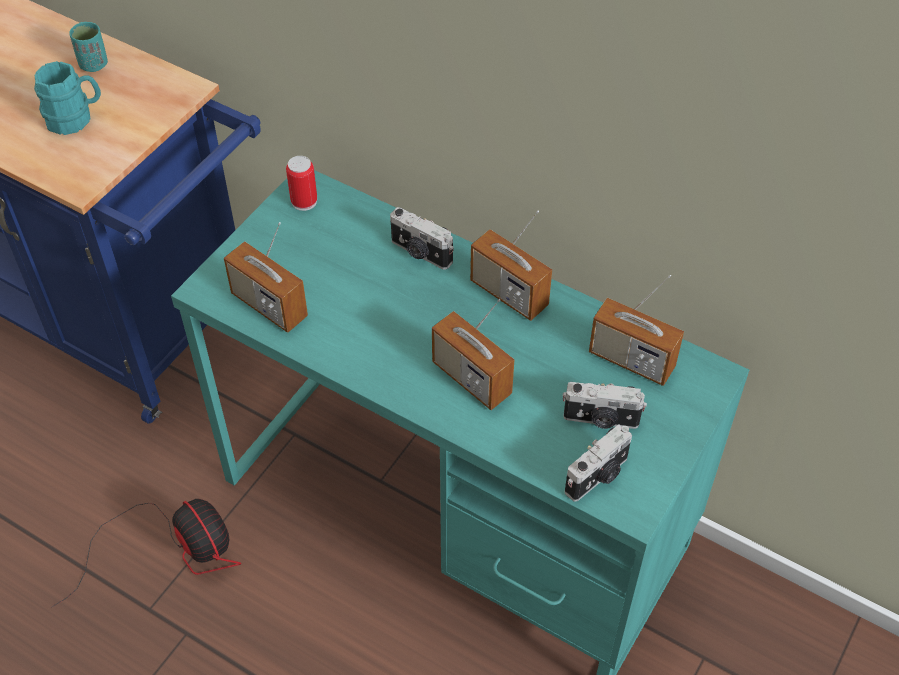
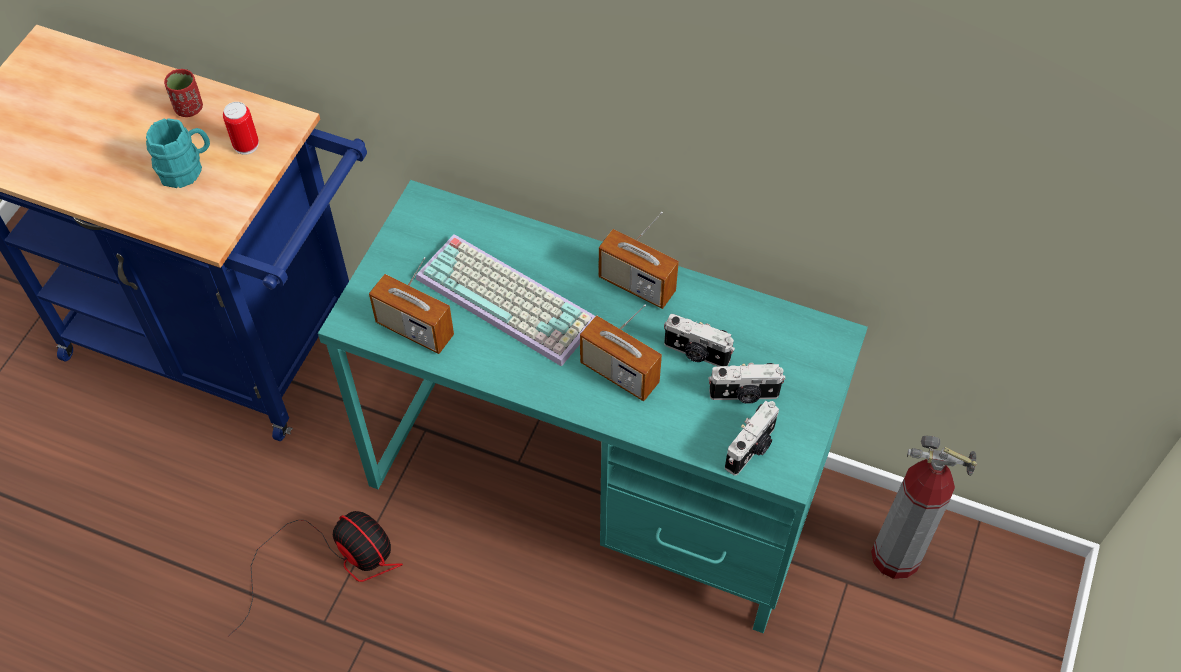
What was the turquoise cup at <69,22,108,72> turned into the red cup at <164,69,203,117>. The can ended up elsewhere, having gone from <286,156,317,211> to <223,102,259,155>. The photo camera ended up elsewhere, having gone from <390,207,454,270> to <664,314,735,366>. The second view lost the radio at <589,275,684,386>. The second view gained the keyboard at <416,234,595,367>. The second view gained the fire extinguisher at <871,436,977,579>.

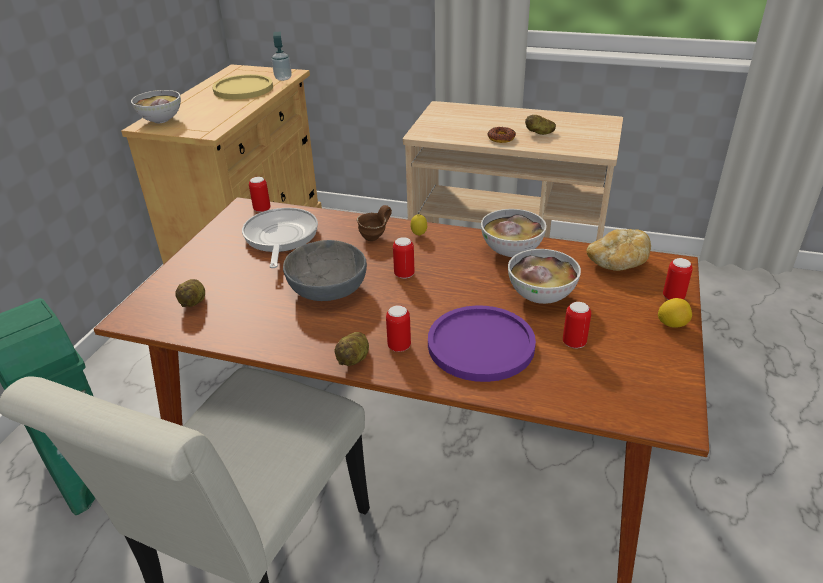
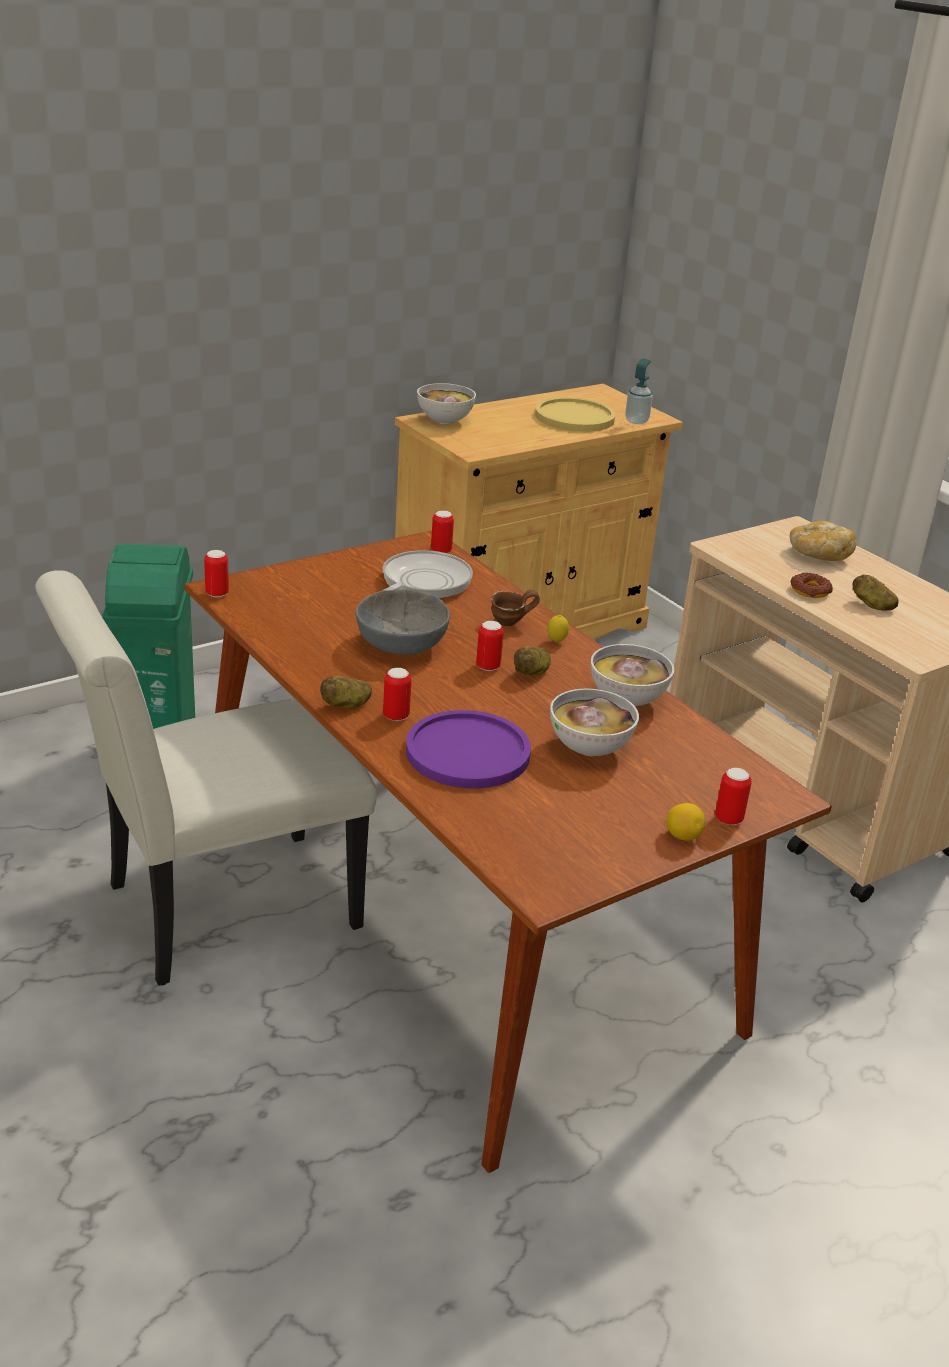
The bread ended up elsewhere, having gone from <587,229,651,271> to <790,521,857,561>. The potato ended up elsewhere, having gone from <175,279,205,307> to <514,646,551,675>. The can ended up elsewhere, having gone from <563,302,591,348> to <204,550,229,598>.

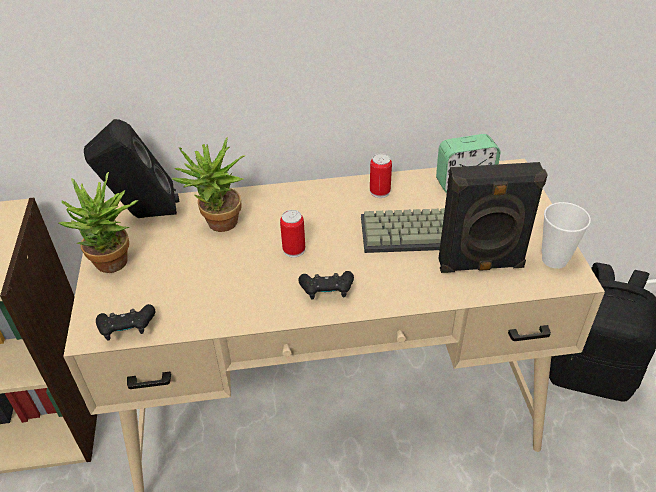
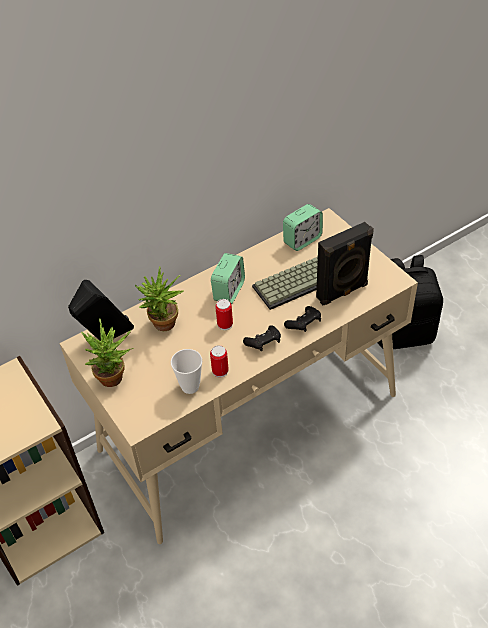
The can ended up elsewhere, having gone from <370,153,392,198> to <210,345,229,378>. The cup ended up elsewhere, having gone from <542,202,591,269> to <171,349,202,394>. The black game controller ended up elsewhere, having gone from <96,304,155,341> to <284,306,321,332>. The second view gained the alarm clock at <211,253,245,304>.

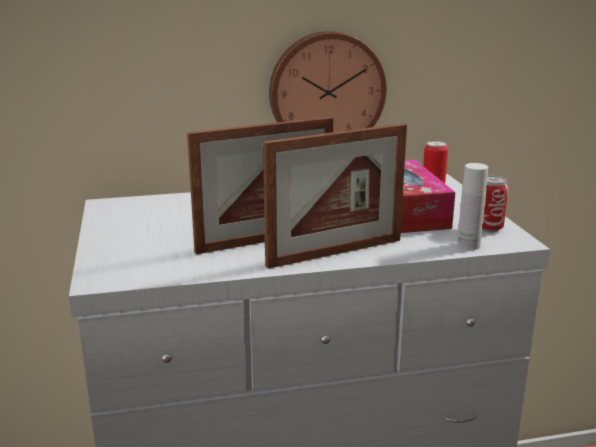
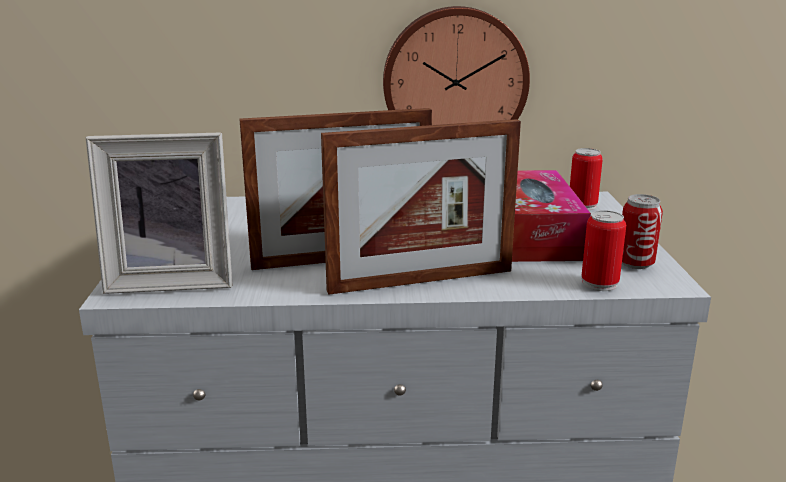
Where the white bottle stood at <457,163,488,250>, the can came to stand at <581,210,626,291>. The second view gained the picture frame at <86,132,232,294>.

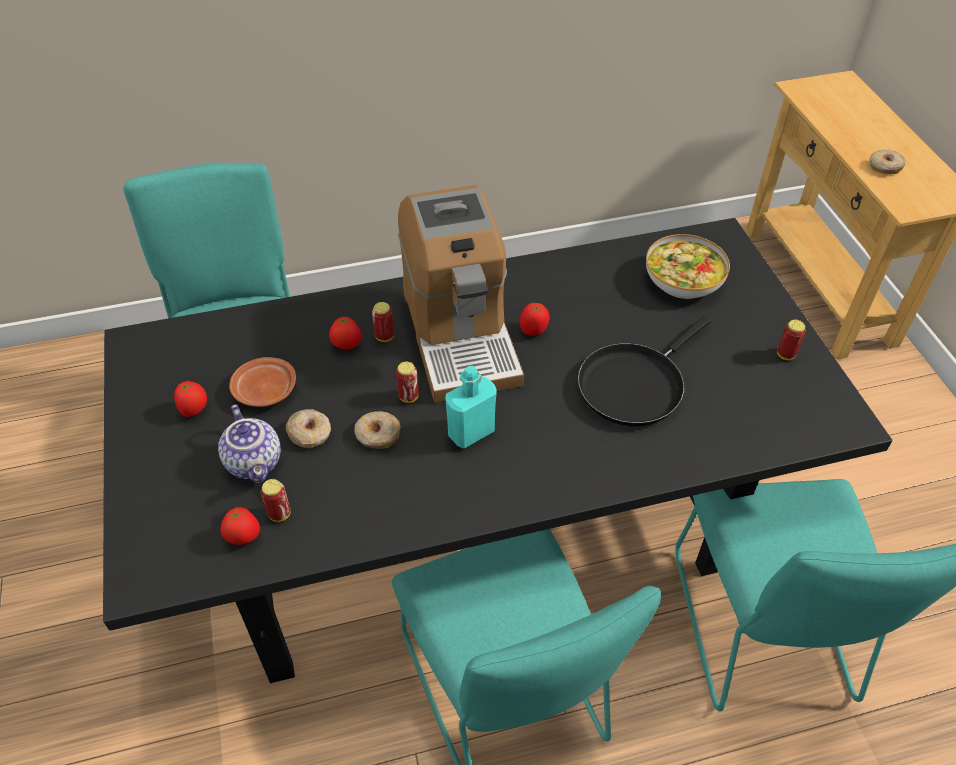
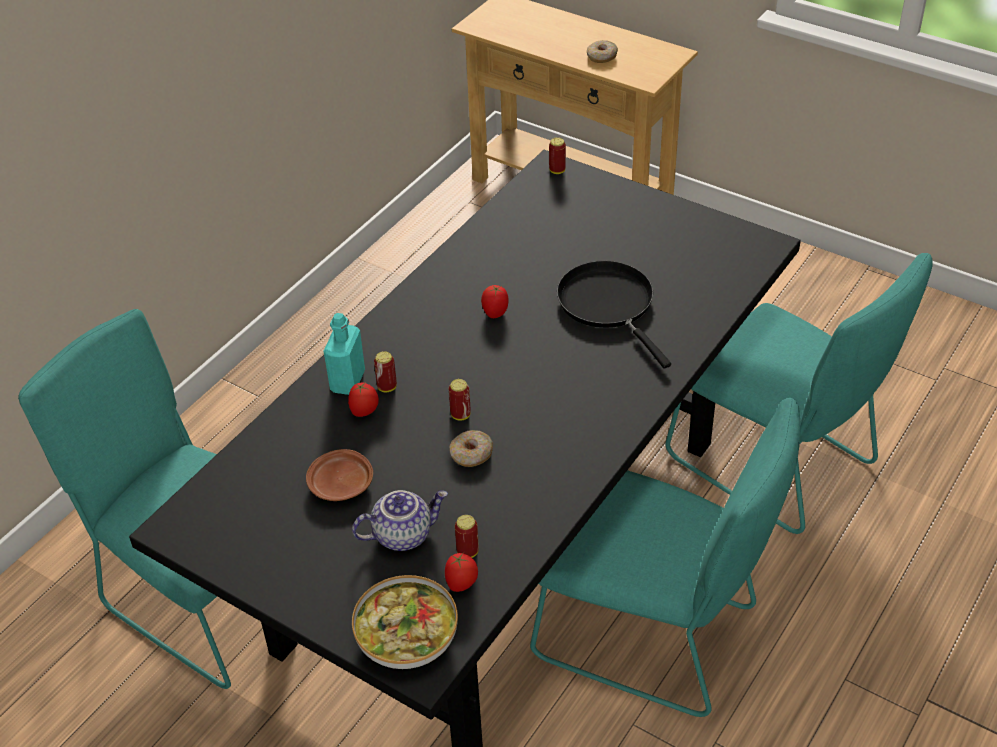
The second view lost the coffee machine at <398,185,524,403>. The bowl ended up elsewhere, having gone from <646,234,730,299> to <352,575,458,669>. The black frying pan at <578,316,711,426> ended up facing another way, 150 degrees clockwise from before. The can ended up elsewhere, having gone from <777,320,806,360> to <549,137,566,174>. The turquoise bottle ended up elsewhere, having gone from <445,366,497,449> to <324,313,365,395>. The second view lost the tomato at <174,381,207,417>. The teapot at <218,404,281,483> ended up facing another way, 45 degrees counterclockwise from before. The second view lost the donut at <286,409,331,448>.

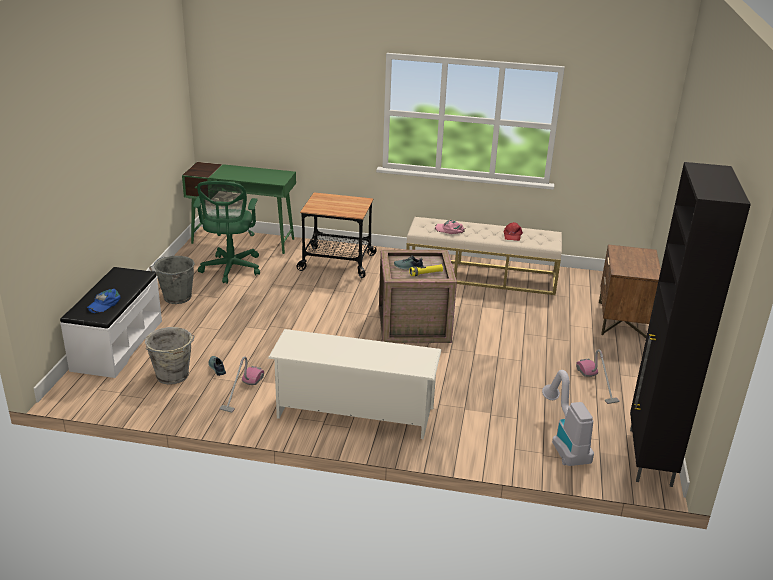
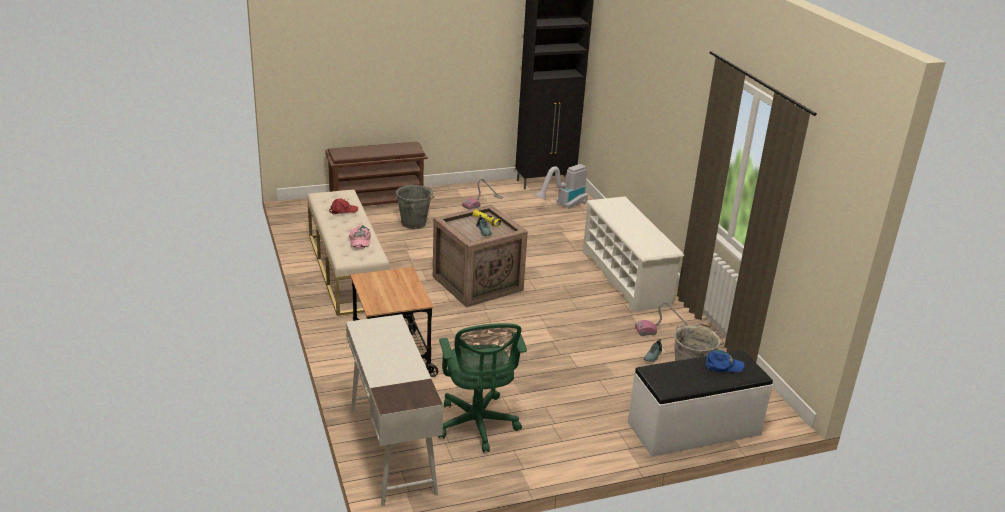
What was the green desk at <182,162,296,254> turned into the white desk at <346,314,443,506>. The green office chair at <193,181,260,284> ended up facing another way, 105 degrees clockwise from before. Where the brown nightstand stood at <599,244,661,338>, the brown shoe rack came to stand at <325,142,428,206>. The grey bucket ended up elsewhere, having gone from <149,256,195,304> to <396,185,434,229>.

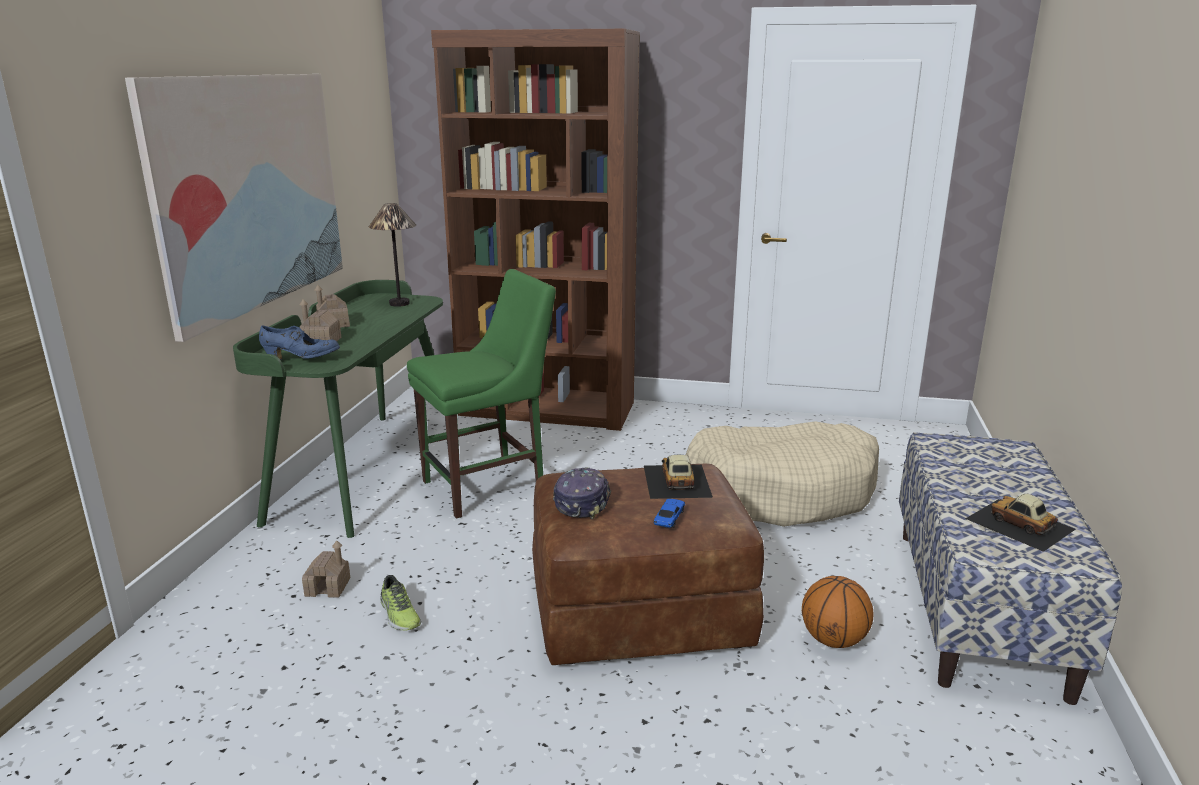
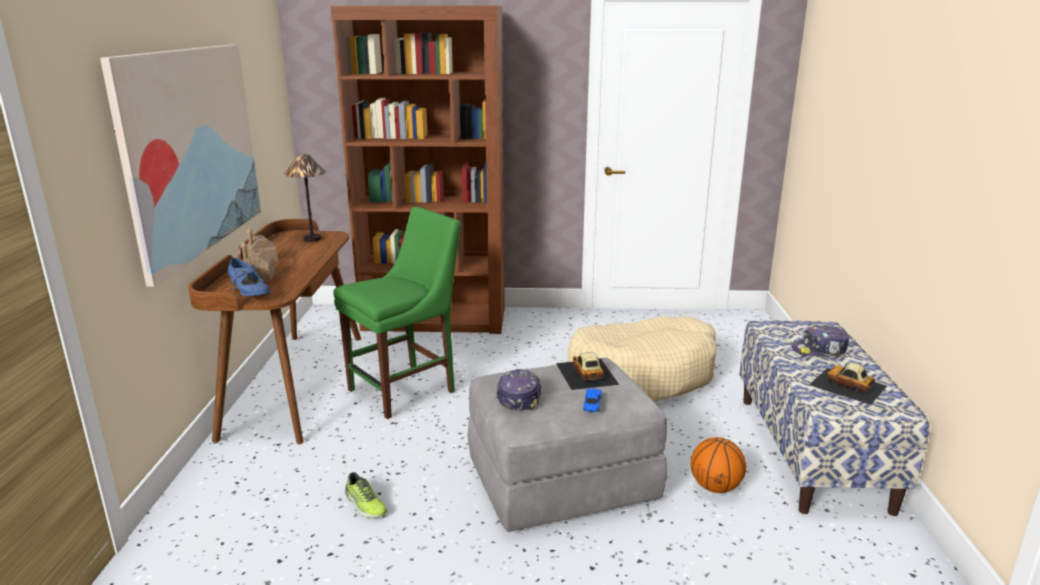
What was the green desk at <233,280,443,538> turned into the brown desk at <188,219,361,444>. The blue shoe at <259,325,340,360> ended up facing another way, 60 degrees clockwise from before. What was the brown ottoman at <532,464,764,665> turned into the grey ottoman at <467,358,667,532>. The second view lost the toy house at <302,540,350,598>. The second view gained the cap at <792,325,849,356>.

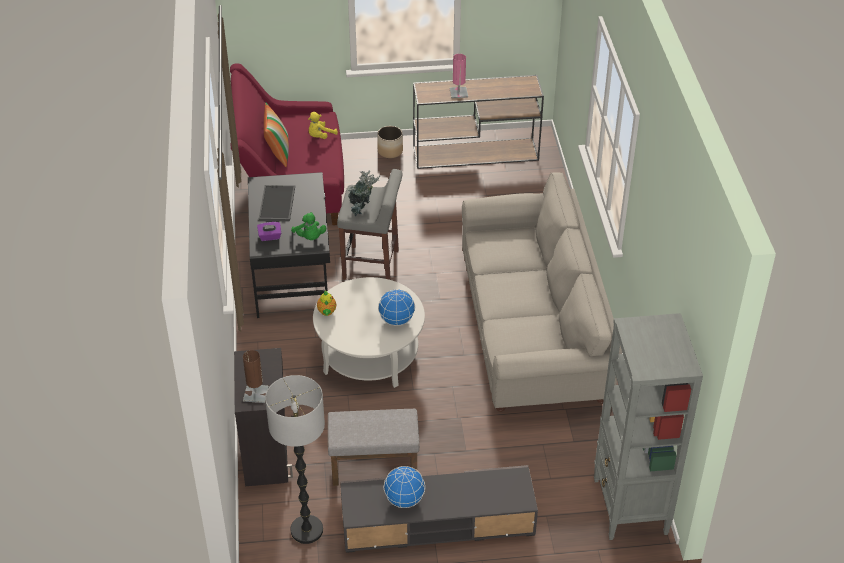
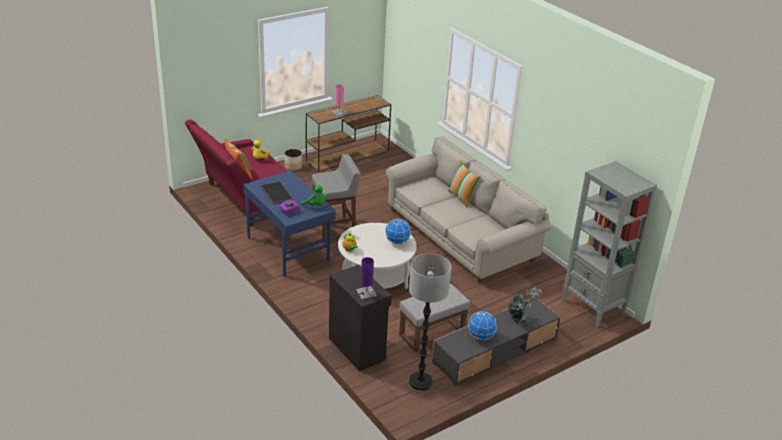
The potted plant ended up elsewhere, having gone from <348,170,380,217> to <508,286,542,326>. What was the black desk at <248,172,330,318> turned into the blue desk at <243,171,336,277>. What was the brown table lamp at <243,350,269,403> turned into the purple table lamp at <356,257,377,299>. The second view gained the pillow at <448,161,481,208>.

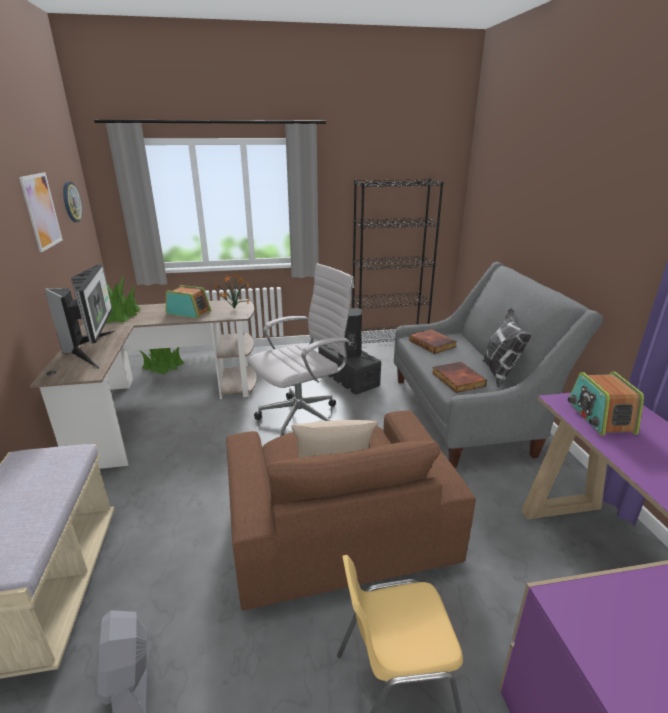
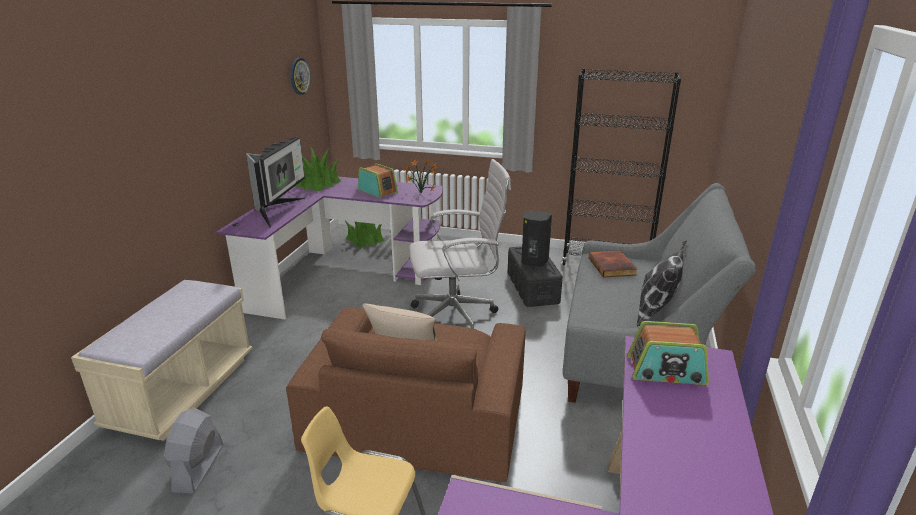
The second view lost the picture at <19,173,63,252>. What was the brown desk at <30,299,257,469> turned into the purple desk at <216,177,443,319>. The second view lost the book at <432,362,487,393>. The radio at <568,371,644,436> ended up facing another way, 105 degrees counterclockwise from before.

